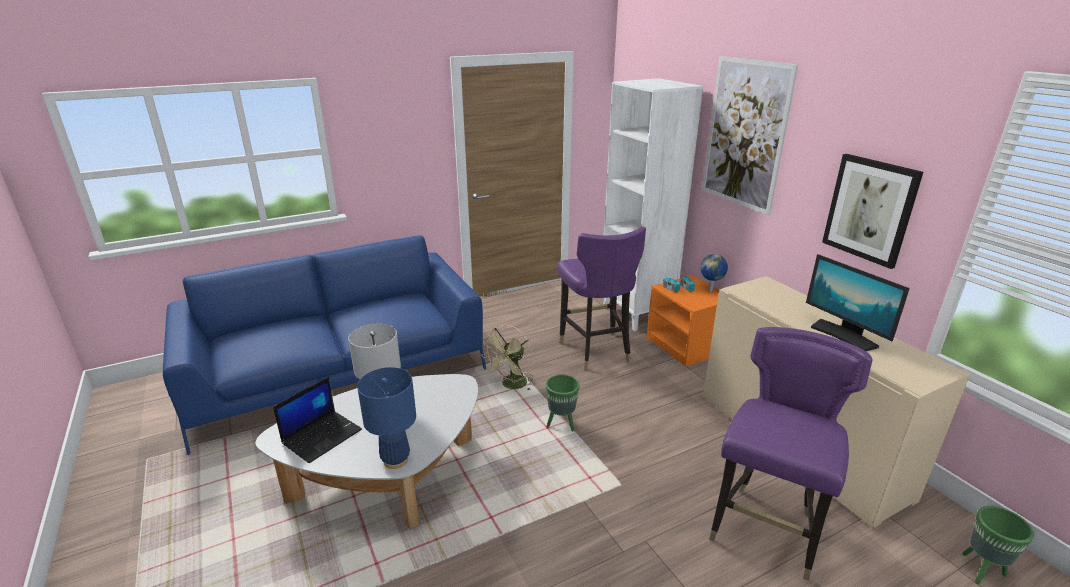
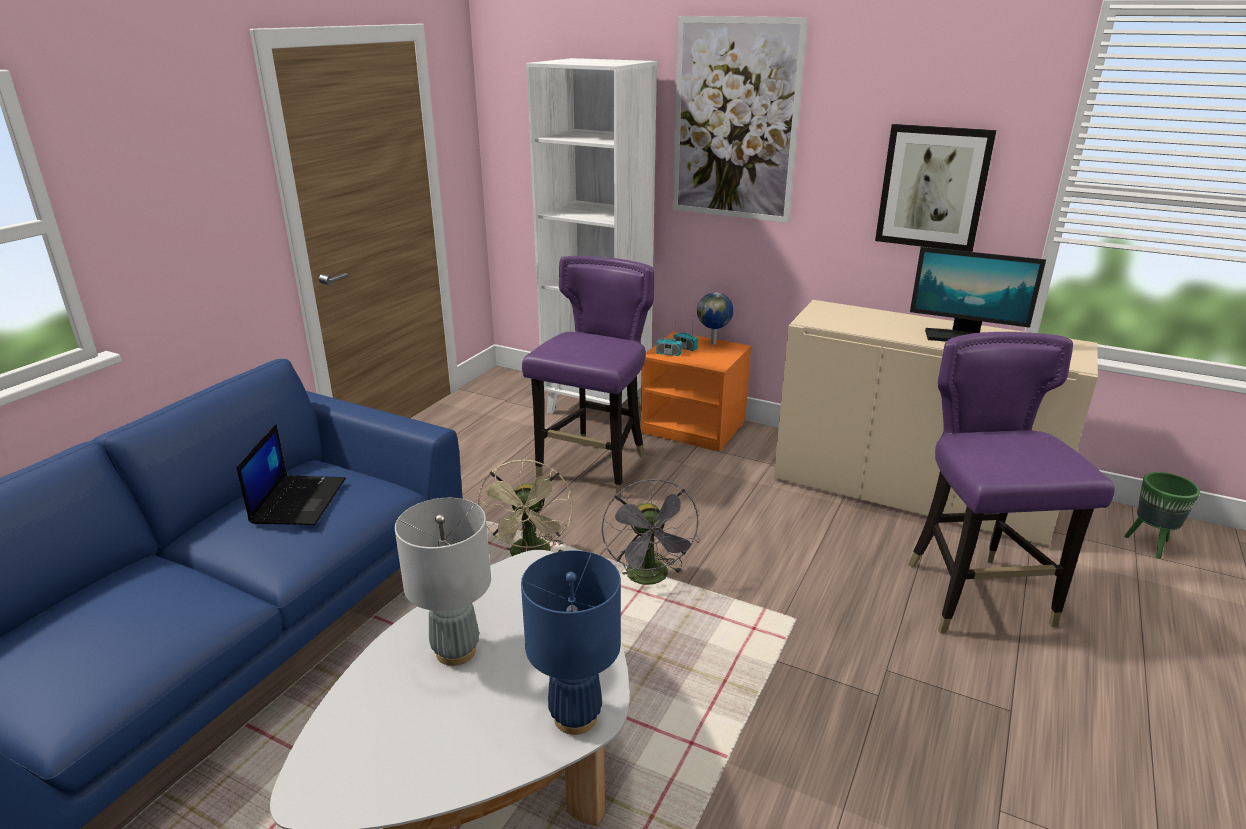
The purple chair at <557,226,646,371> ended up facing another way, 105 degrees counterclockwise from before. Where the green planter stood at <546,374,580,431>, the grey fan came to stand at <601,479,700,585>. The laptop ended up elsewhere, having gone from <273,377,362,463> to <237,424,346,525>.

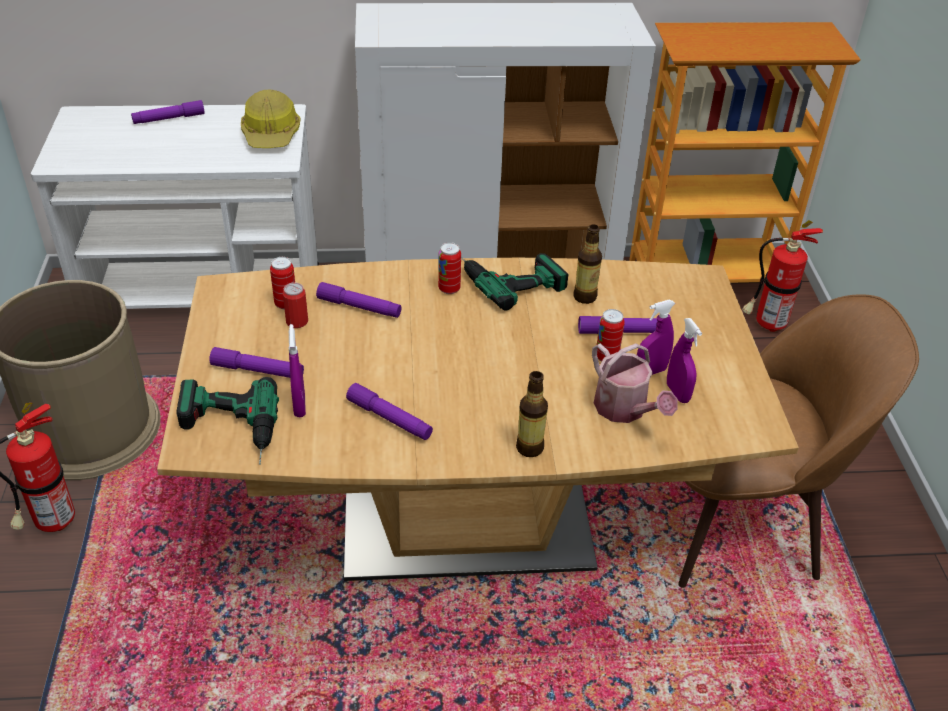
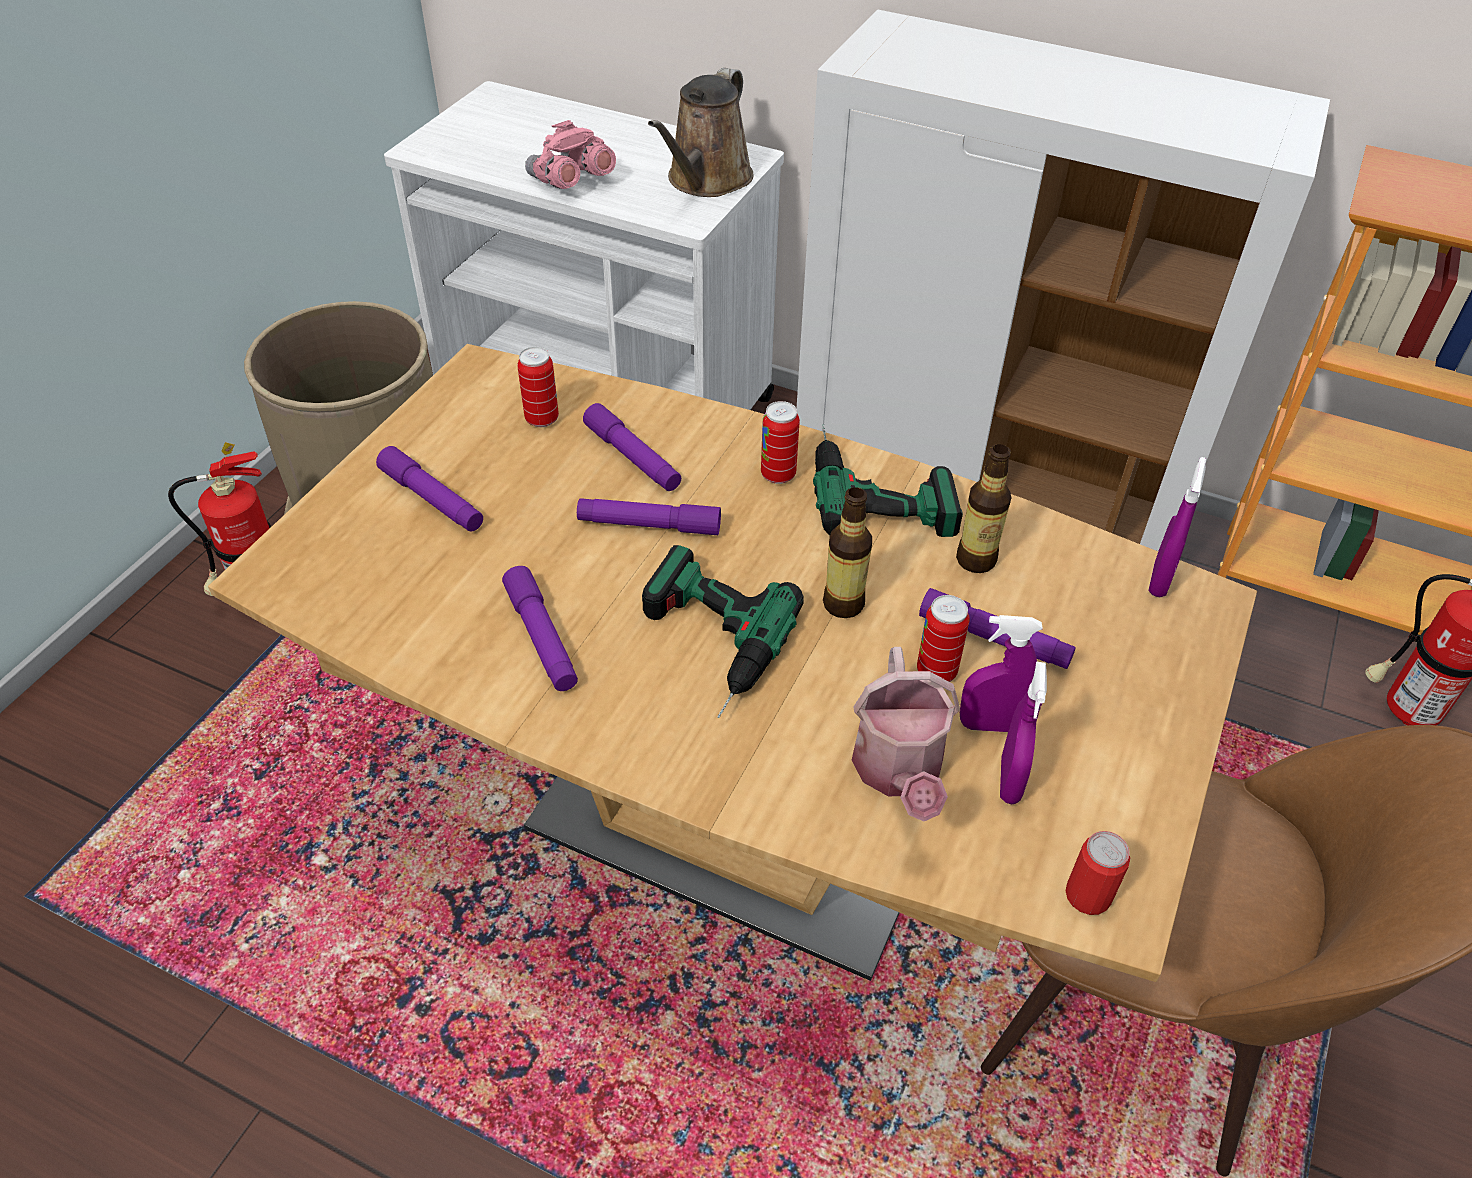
Where the hard hat stood at <241,90,300,148>, the brown watering can came to stand at <648,68,753,197>. The purple flashlight ended up elsewhere, having gone from <131,100,205,124> to <577,498,721,535>. The can ended up elsewhere, having gone from <283,283,308,328> to <1066,831,1130,915>. The purple spray bottle ended up elsewhere, having gone from <289,324,306,417> to <1148,457,1206,597>. The bottle ended up elsewhere, having gone from <516,371,548,457> to <823,487,872,618>. The power drill ended up elsewhere, having gone from <176,377,279,465> to <642,545,804,718>. The second view gained the pink binoculars at <525,120,616,189>.

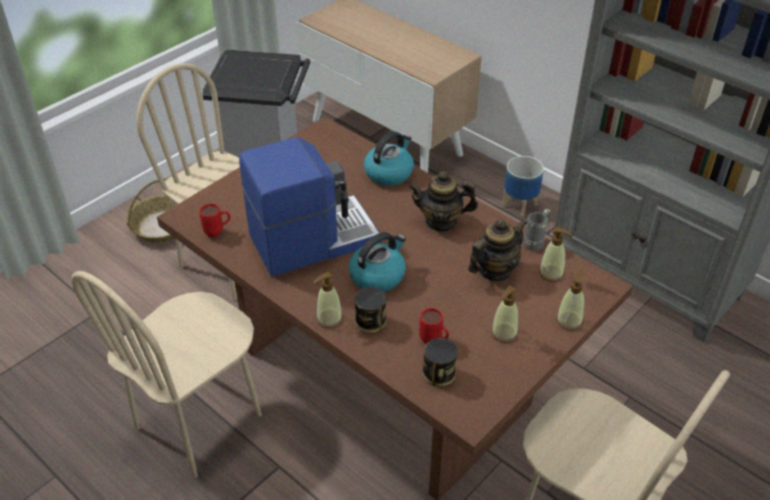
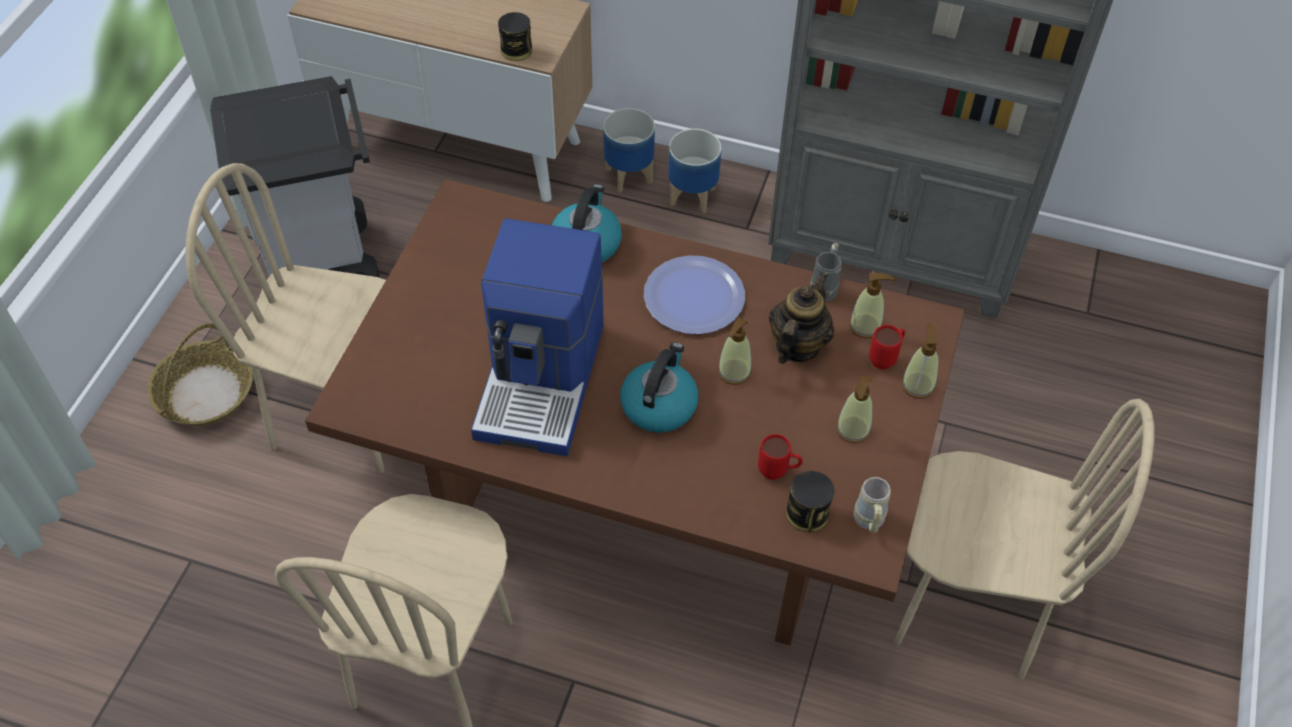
The coffee machine at <239,137,381,277> ended up facing another way, 150 degrees clockwise from before. Where the teapot stood at <408,171,478,232>, the plate came to stand at <644,255,745,334>. The red mug ended up elsewhere, having gone from <200,204,230,237> to <869,325,905,370>. The soap dispenser ended up elsewhere, having gone from <313,272,343,328> to <718,317,752,385>. The can ended up elsewhere, having gone from <355,287,386,333> to <498,12,532,61>. The second view gained the planter at <603,108,655,193>. The second view gained the beige mug at <853,477,891,533>.

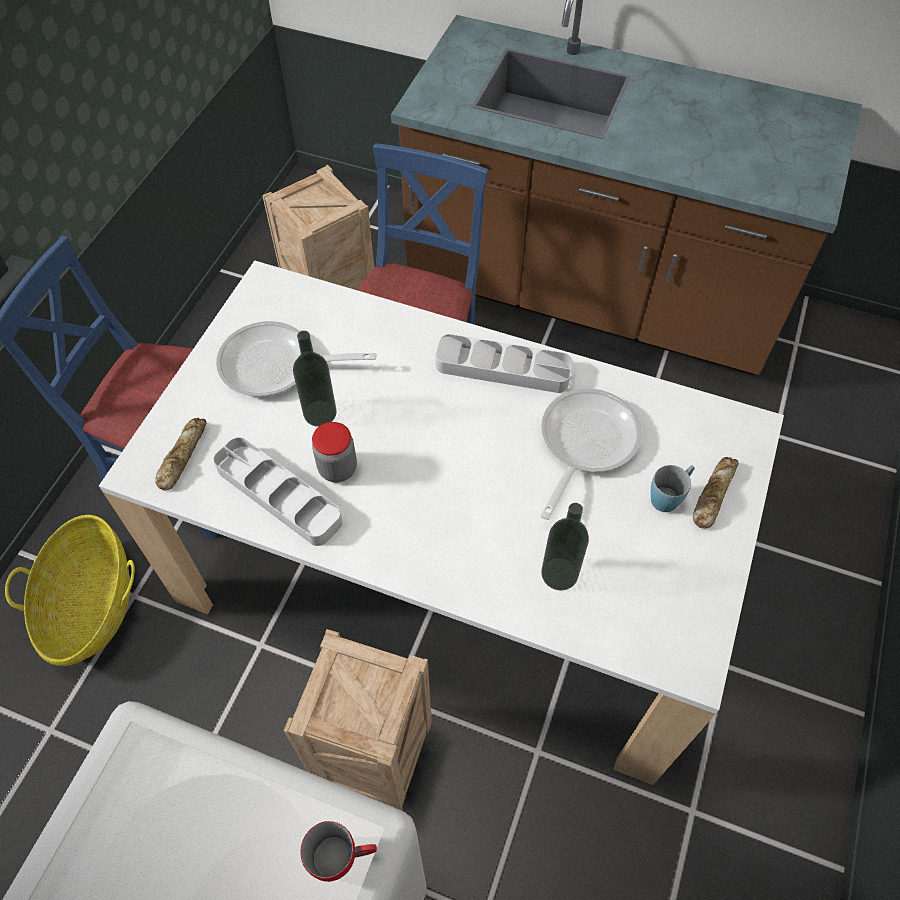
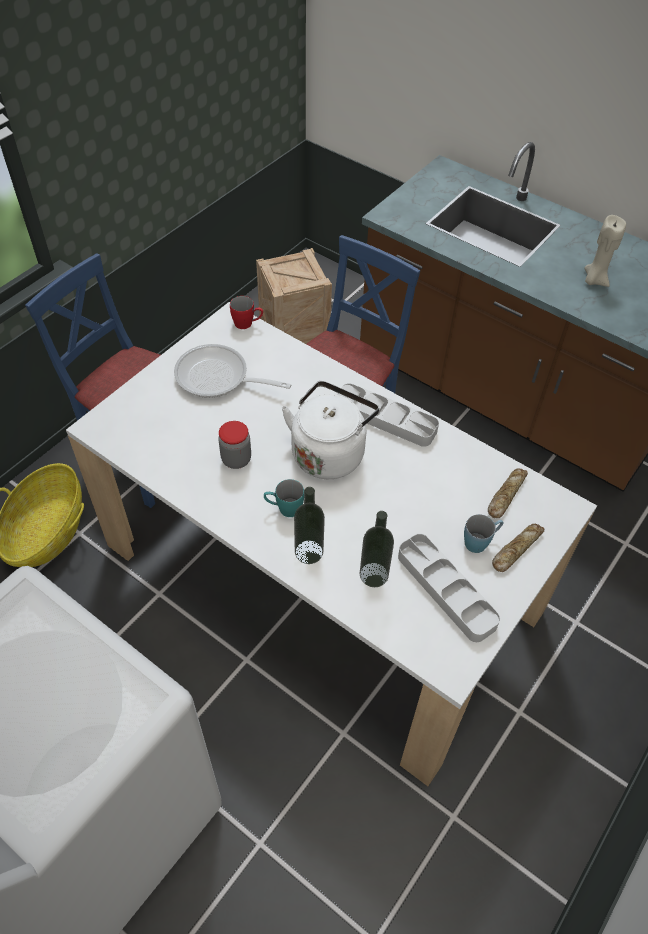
The bottle ended up elsewhere, having gone from <293,331,337,427> to <294,487,325,564>. The second view lost the frying pan at <540,388,642,520>. The bread ended up elsewhere, having gone from <155,418,207,491> to <488,468,528,518>. The grey tray ended up elsewhere, having gone from <213,437,342,546> to <398,534,500,642>. The second view lost the crate at <284,629,432,810>. The red mug ended up elsewhere, having gone from <301,821,377,882> to <230,296,263,329>. The second view gained the beige candle at <585,215,626,287>. The second view gained the white kettle at <282,381,379,479>. The second view gained the turquoise mug at <264,479,304,517>.

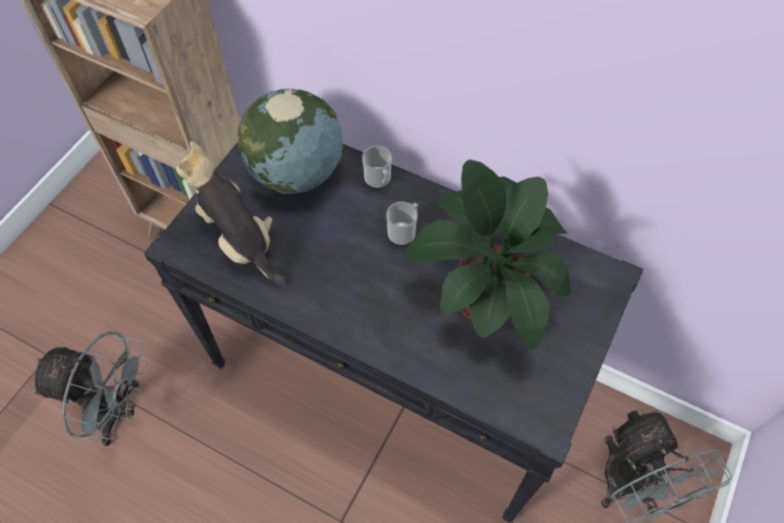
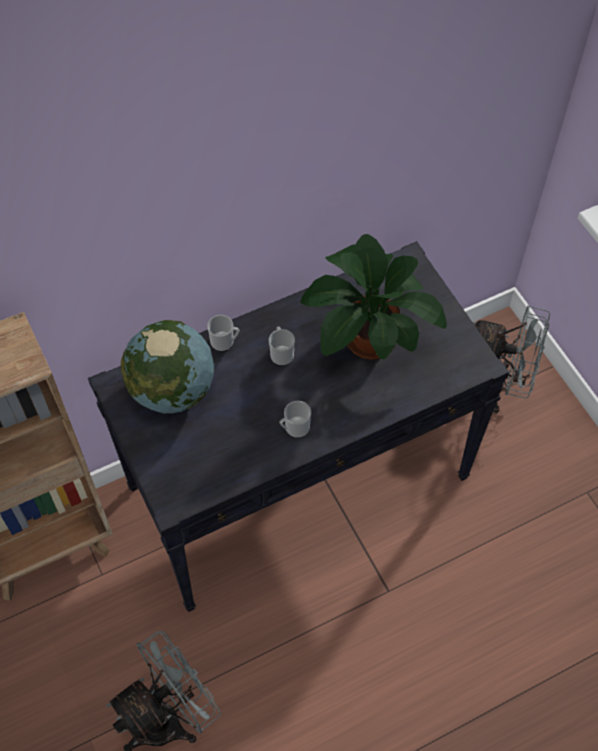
The second view lost the plush toy at <176,141,288,287>. The second view gained the mug at <280,401,311,438>.

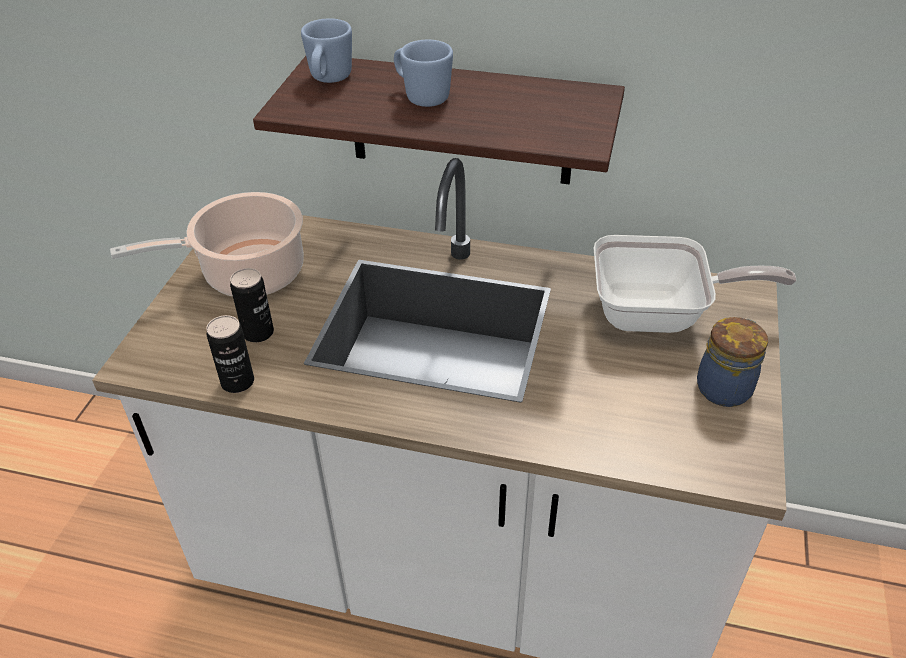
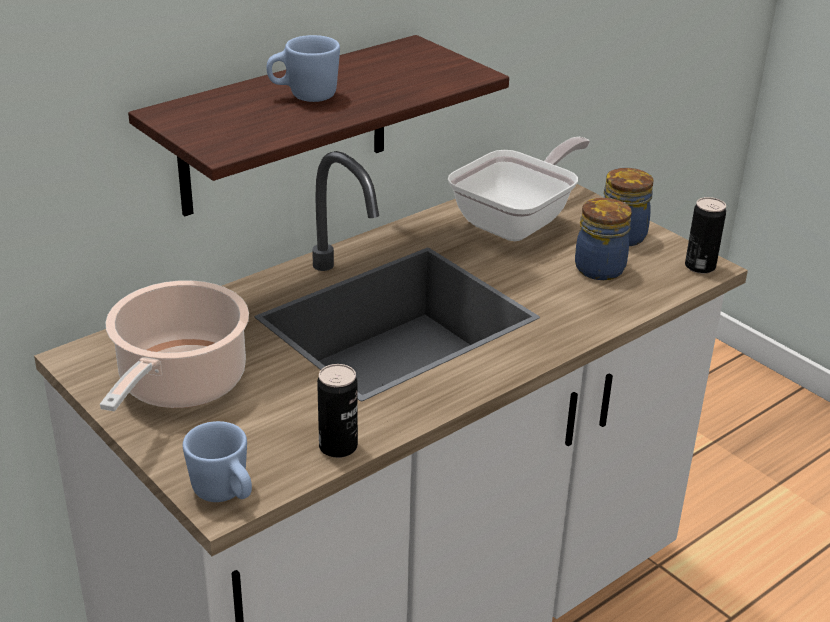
The blue mug ended up elsewhere, having gone from <301,18,352,83> to <183,421,252,502>. The can ended up elsewhere, having gone from <230,268,274,342> to <685,197,726,274>. The second view gained the jar at <575,198,632,280>.

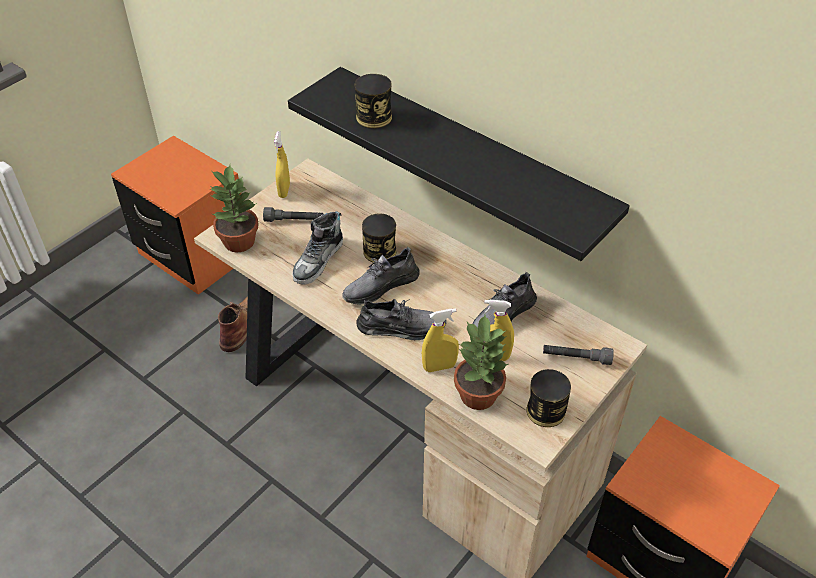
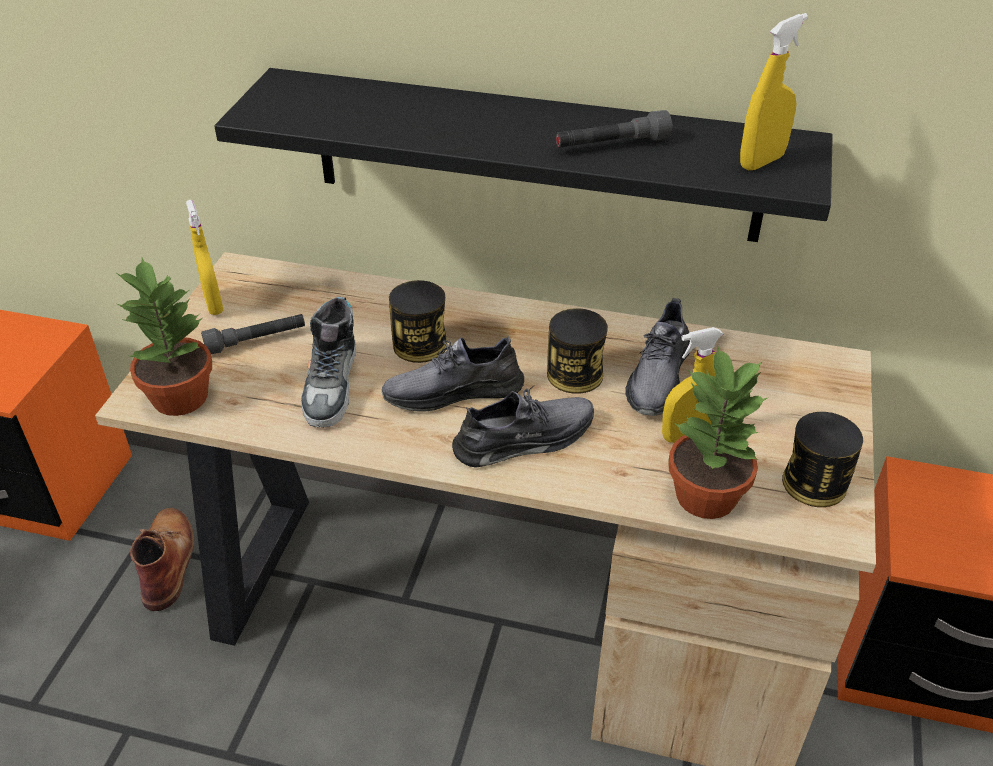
The can ended up elsewhere, having gone from <355,74,392,129> to <547,308,608,394>. The grey shoe at <342,247,420,304> ended up facing another way, 45 degrees clockwise from before. The yellow spray bottle ended up elsewhere, having gone from <422,308,459,372> to <740,13,808,171>. The grey flashlight ended up elsewhere, having gone from <543,345,614,365> to <555,110,672,148>.

